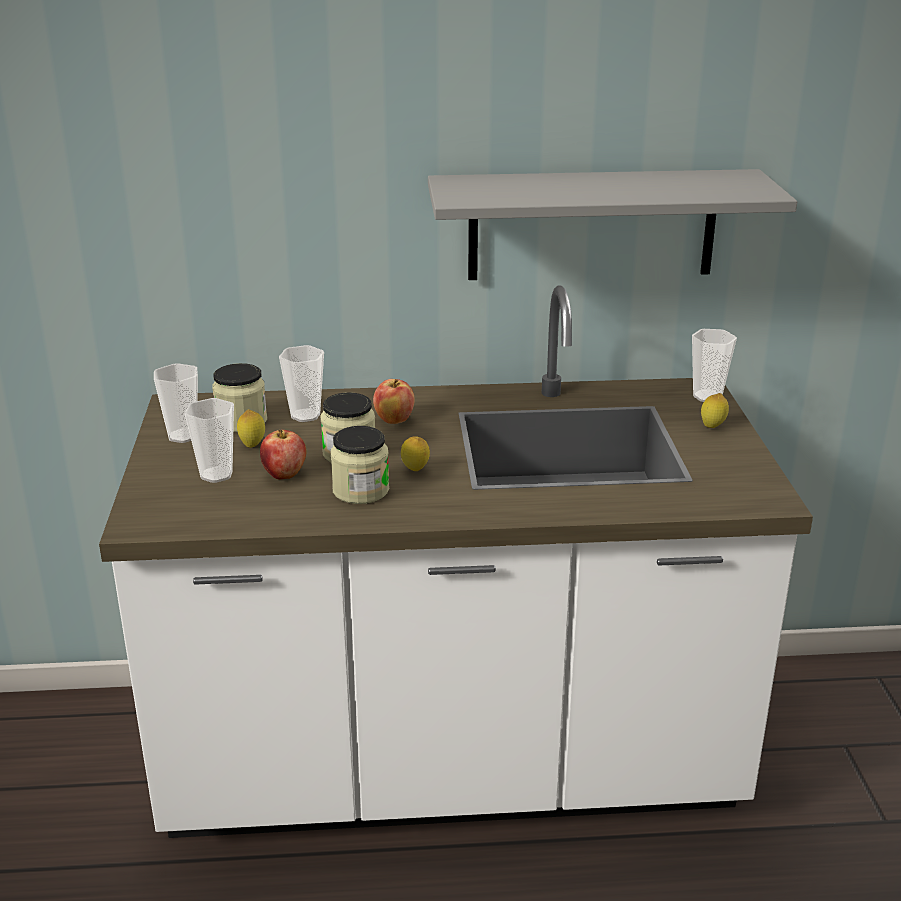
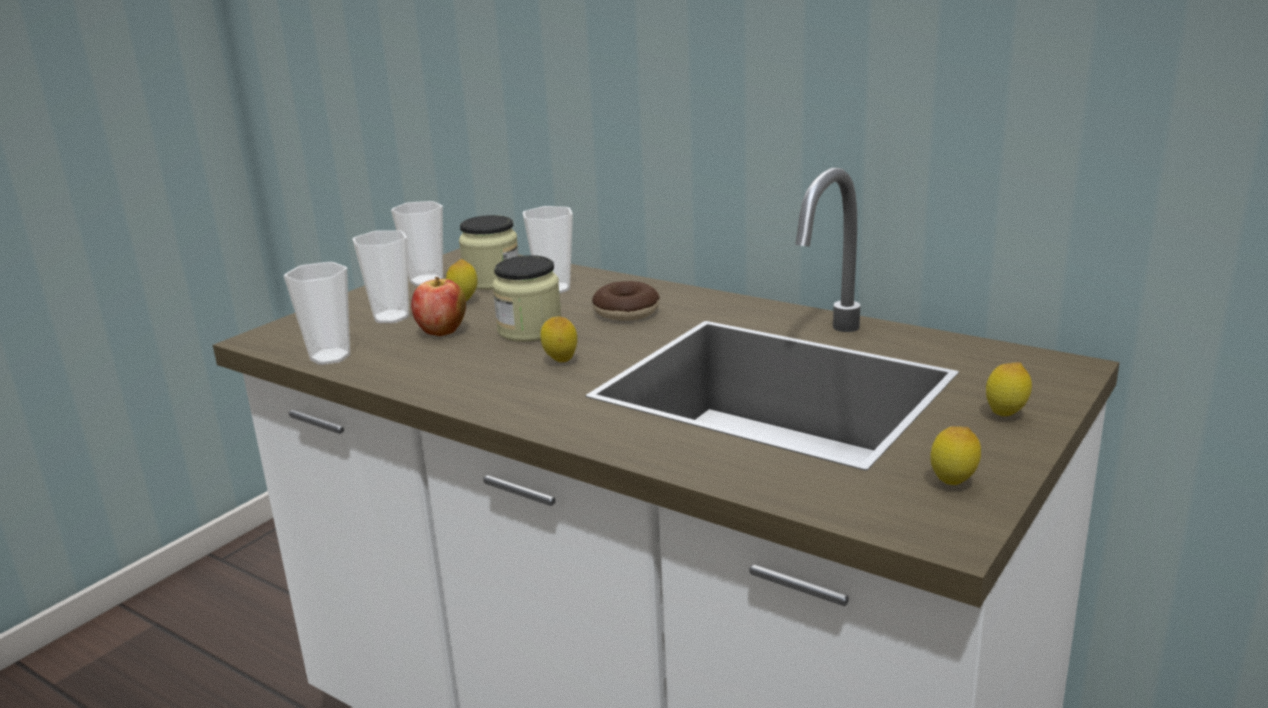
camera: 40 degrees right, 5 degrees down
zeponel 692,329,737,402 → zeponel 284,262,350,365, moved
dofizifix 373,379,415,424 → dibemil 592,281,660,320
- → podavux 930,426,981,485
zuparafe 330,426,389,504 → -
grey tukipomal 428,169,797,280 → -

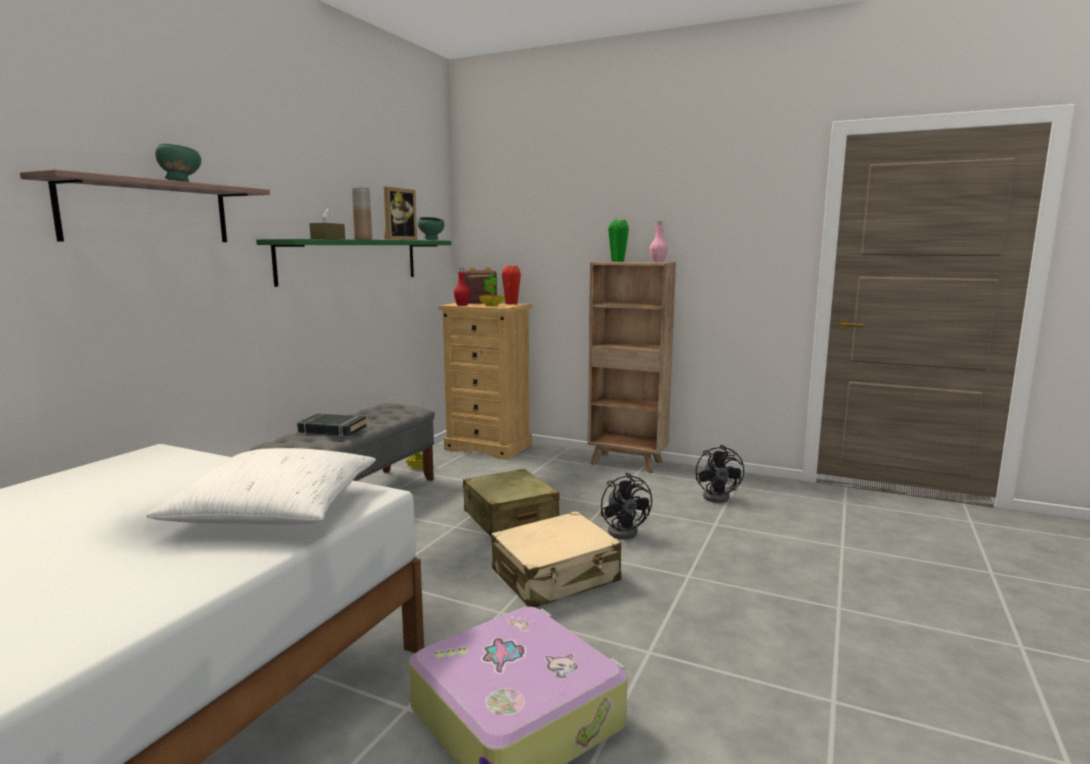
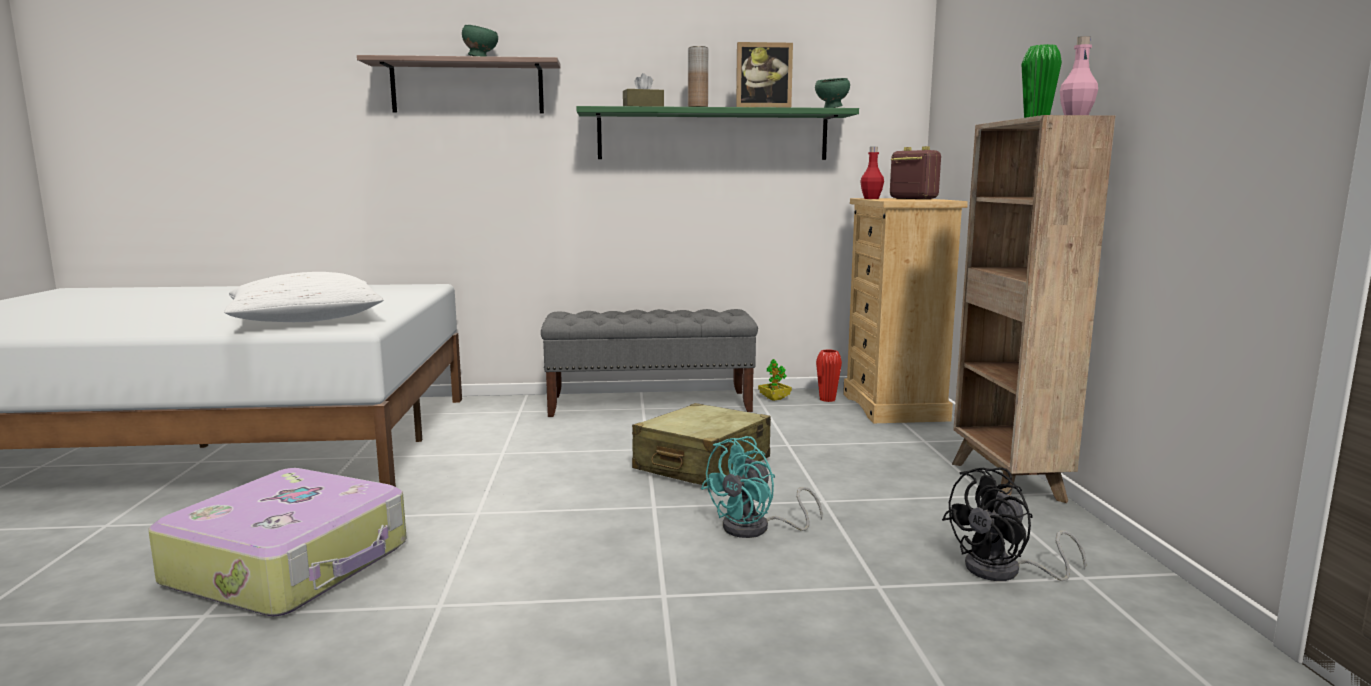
camera: 60 degrees right, 0 degrees up
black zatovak 601,473,652,539 → turquoise zatovak 701,436,823,538
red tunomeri 502,266,521,304 → red tunomeri 816,349,842,402, moved
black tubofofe 297,414,366,436 → -
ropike 479,273,505,306 → -
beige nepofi 491,511,621,607 → -

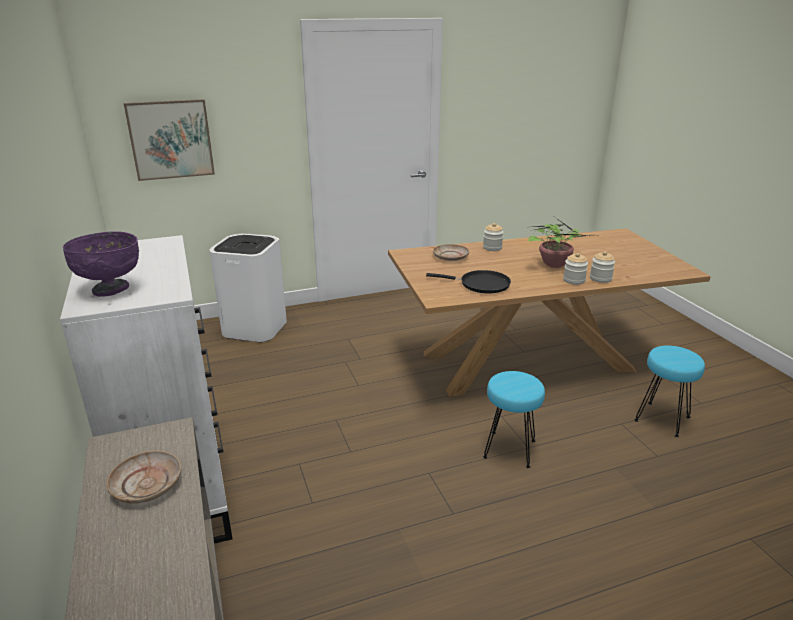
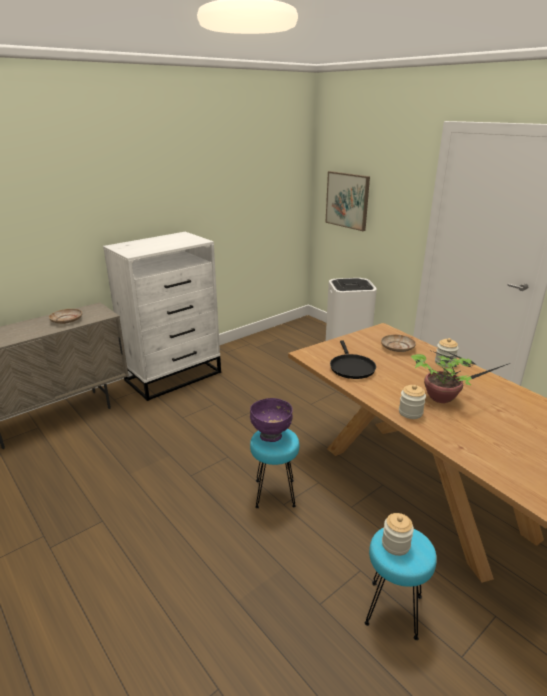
camera: 70 degrees right, 0 degrees up
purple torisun 63,231,139,297 → purple torisun 250,398,293,442, moved
zuparafe 590,251,615,283 → zuparafe 382,513,414,556, moved

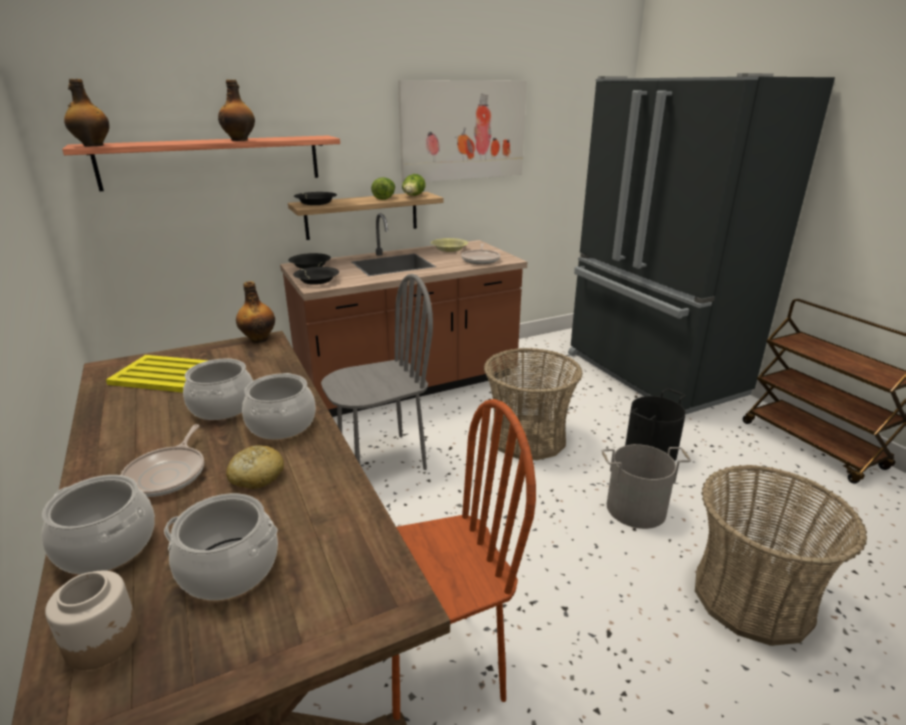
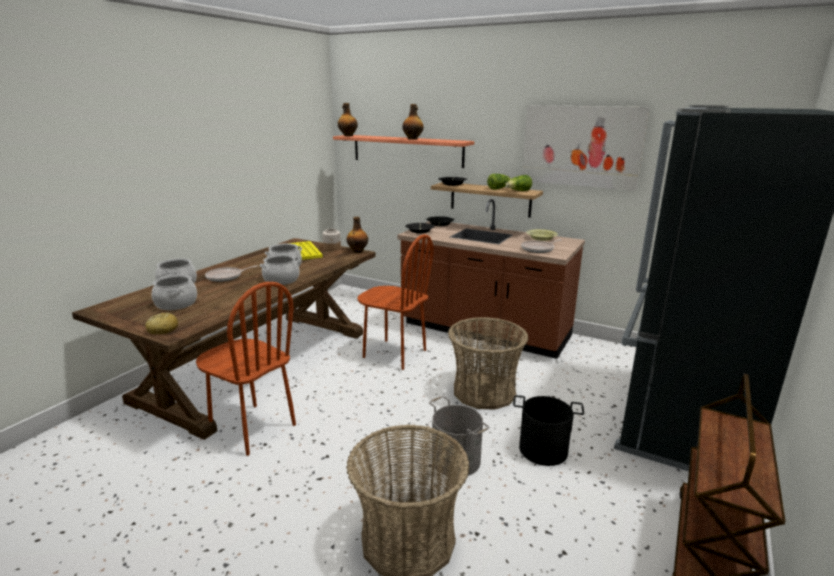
camera: 55 degrees right, 5 degrees down
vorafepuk 226,446,284,489 → vorafepuk 145,313,178,335, moved
zuparafe 45,571,138,670 → zuparafe 323,229,341,251, moved
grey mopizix 321,274,433,470 → brown mopizix 357,234,434,370

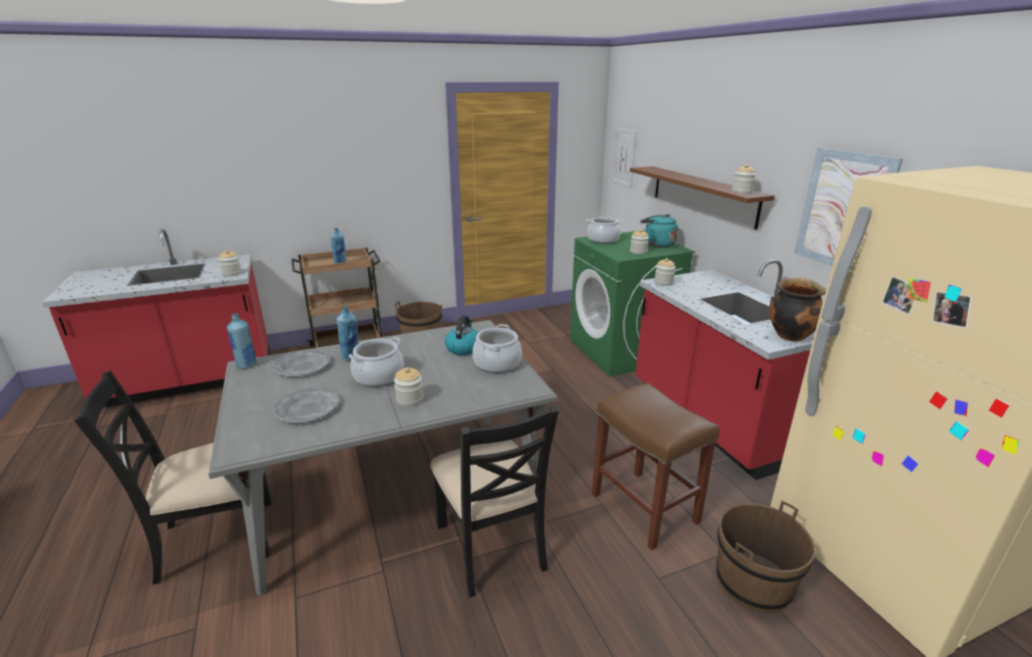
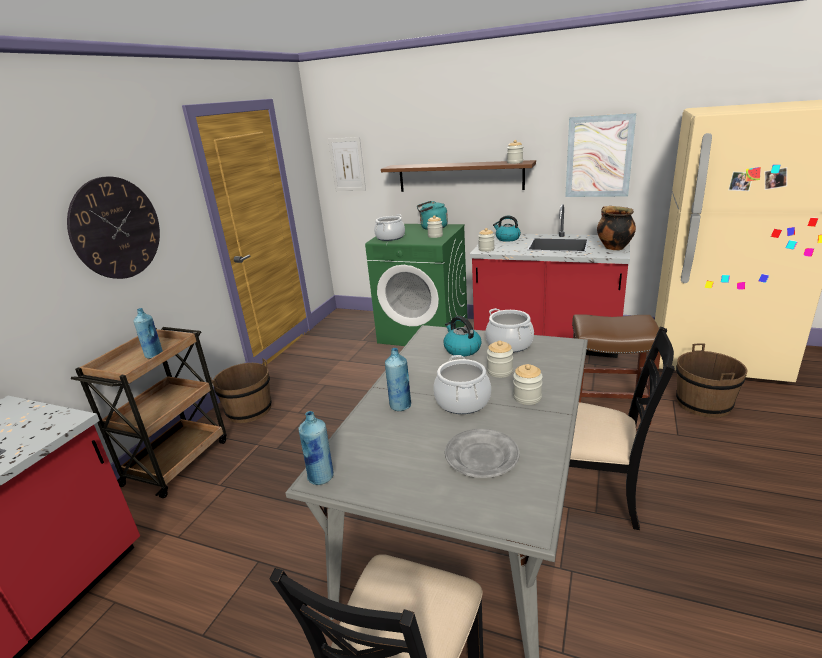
camera: 45 degrees left, 0 degrees up
- → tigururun 67,177,160,279
zuparafe 219,250,242,276 → zuparafe 487,341,513,378, moved
- → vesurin 493,215,521,242
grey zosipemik 273,349,331,376 → -

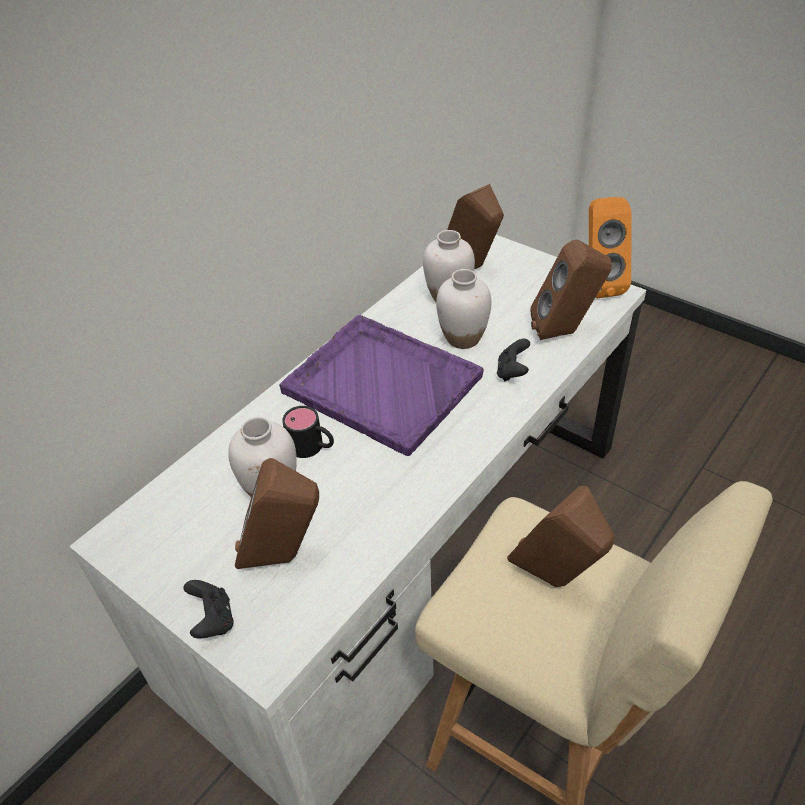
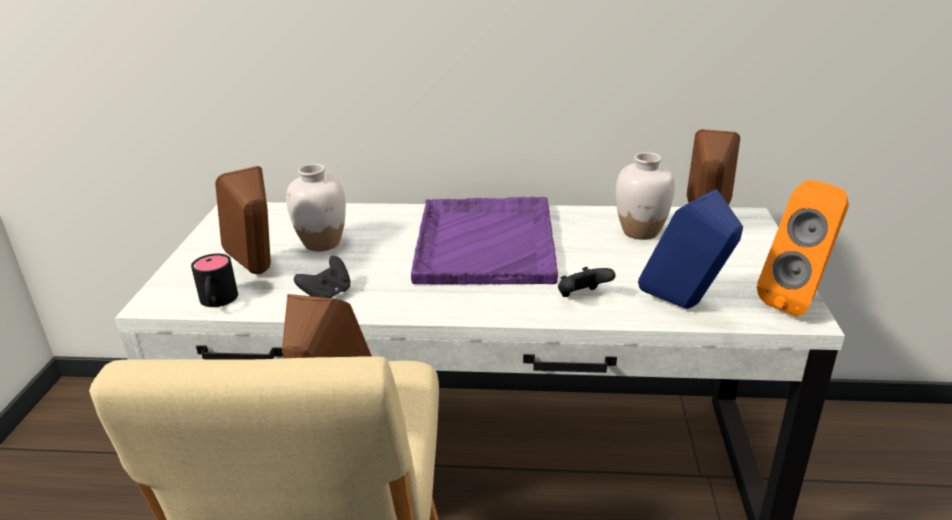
camera: 55 degrees right, 15 degrees down
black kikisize 282,406,334,458 → black kikisize 191,253,238,307, moved
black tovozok 183,580,234,639 → black tovozok 294,256,351,298, moved
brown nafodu 530,239,612,340 → blue nafodu 638,189,743,309
white tunomeri 436,269,491,349 → -

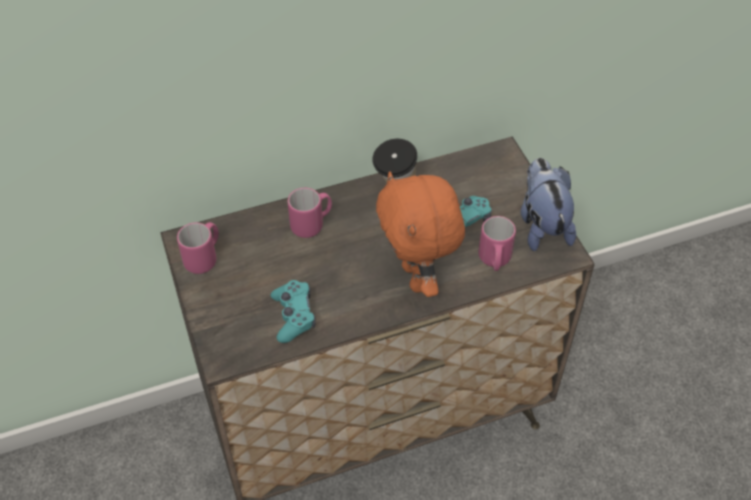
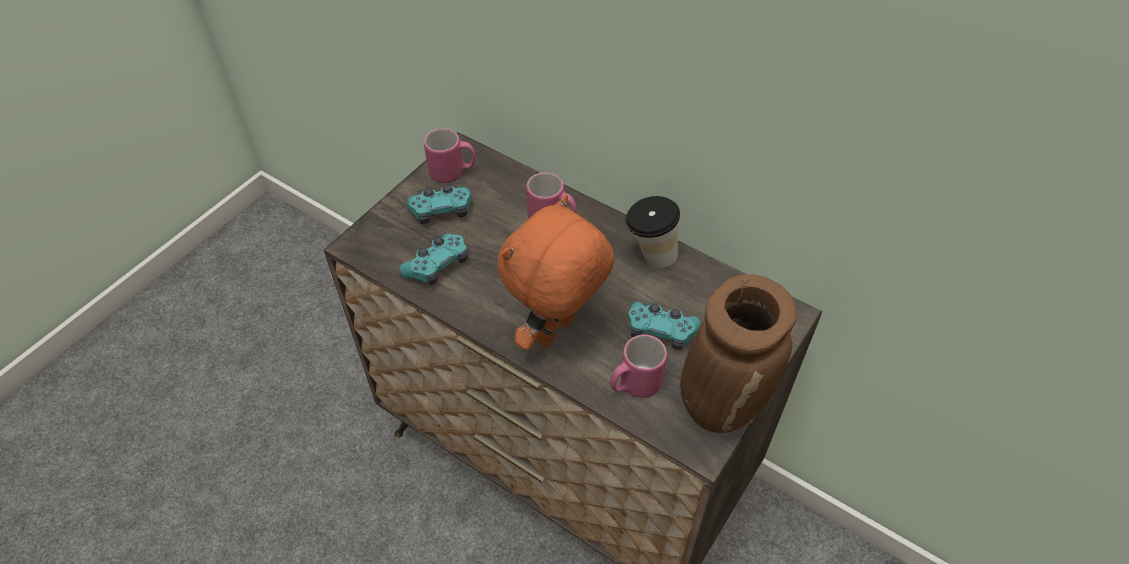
camera: 55 degrees right, 0 degrees up
- → turquoise tovozok 407,185,472,224
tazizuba 521,158,576,251 → brown tunomeri 680,274,797,433

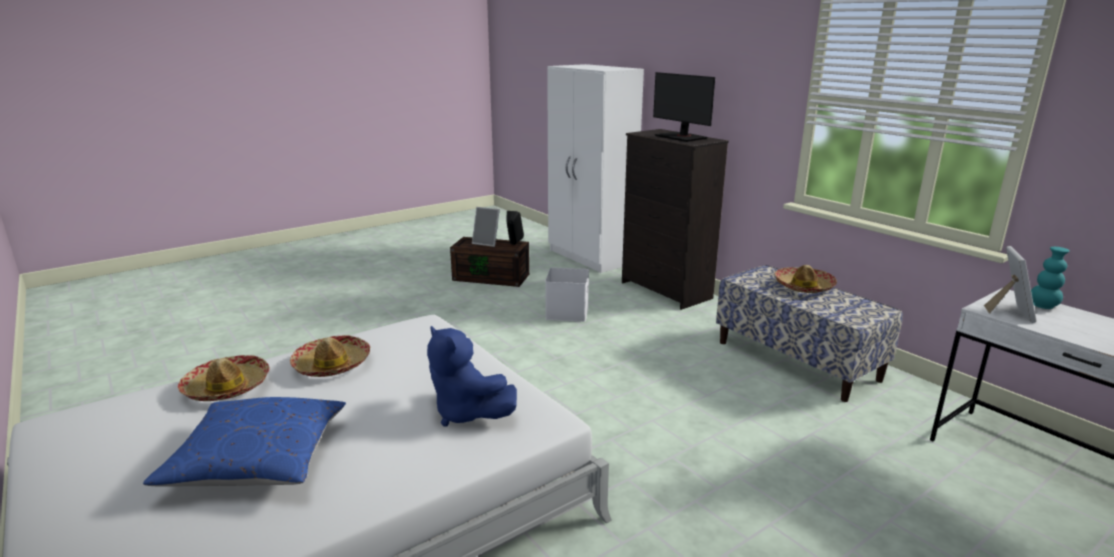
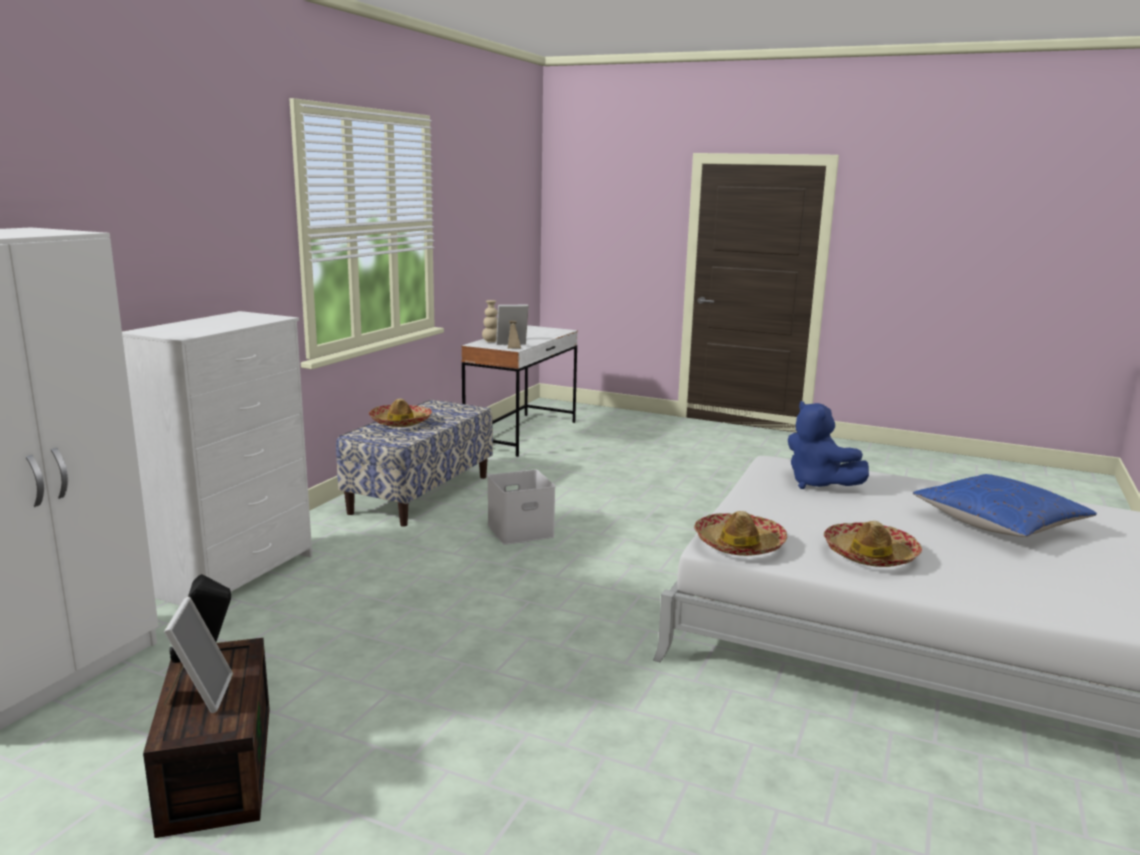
camera: 120 degrees left, 5 degrees down
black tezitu 622,129,729,310 → white tezitu 122,311,312,605
turquoise tunomeri 1031,247,1070,309 → beige tunomeri 482,300,498,342
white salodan 545,267,589,322 → white salodan 488,469,555,545, moved
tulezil 178,355,270,401 → tulezil 694,511,787,556, moved
blue tazizuba 427,326,517,426 → blue tazizuba 788,401,869,489, 135 degrees clockwise
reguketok 653,72,715,142 → -

